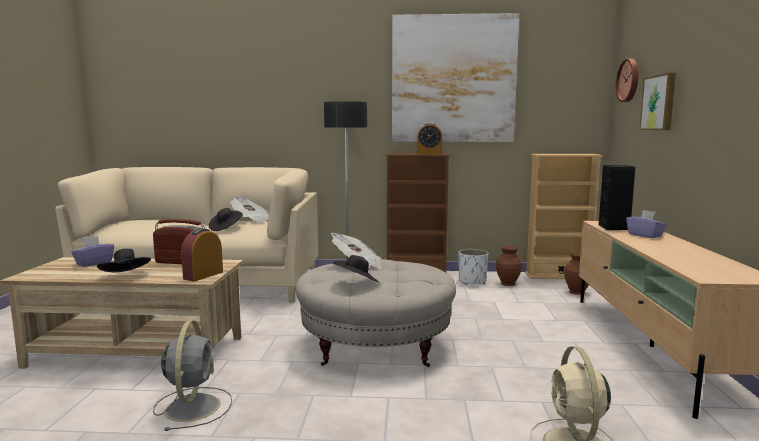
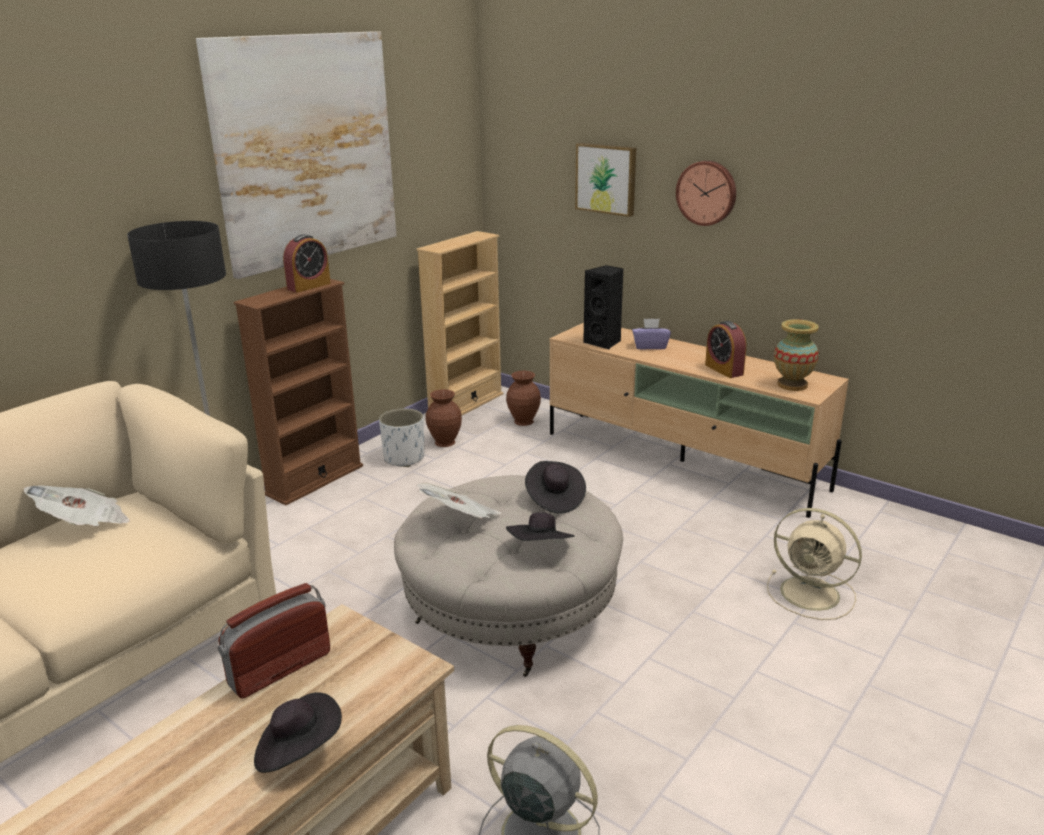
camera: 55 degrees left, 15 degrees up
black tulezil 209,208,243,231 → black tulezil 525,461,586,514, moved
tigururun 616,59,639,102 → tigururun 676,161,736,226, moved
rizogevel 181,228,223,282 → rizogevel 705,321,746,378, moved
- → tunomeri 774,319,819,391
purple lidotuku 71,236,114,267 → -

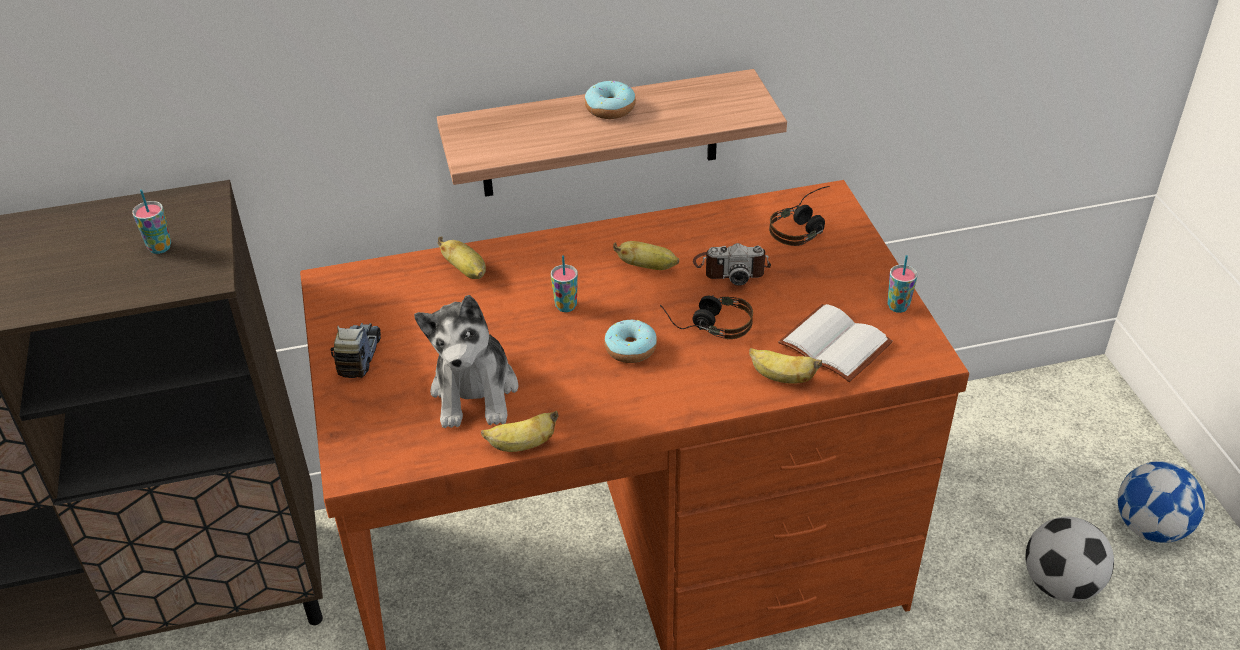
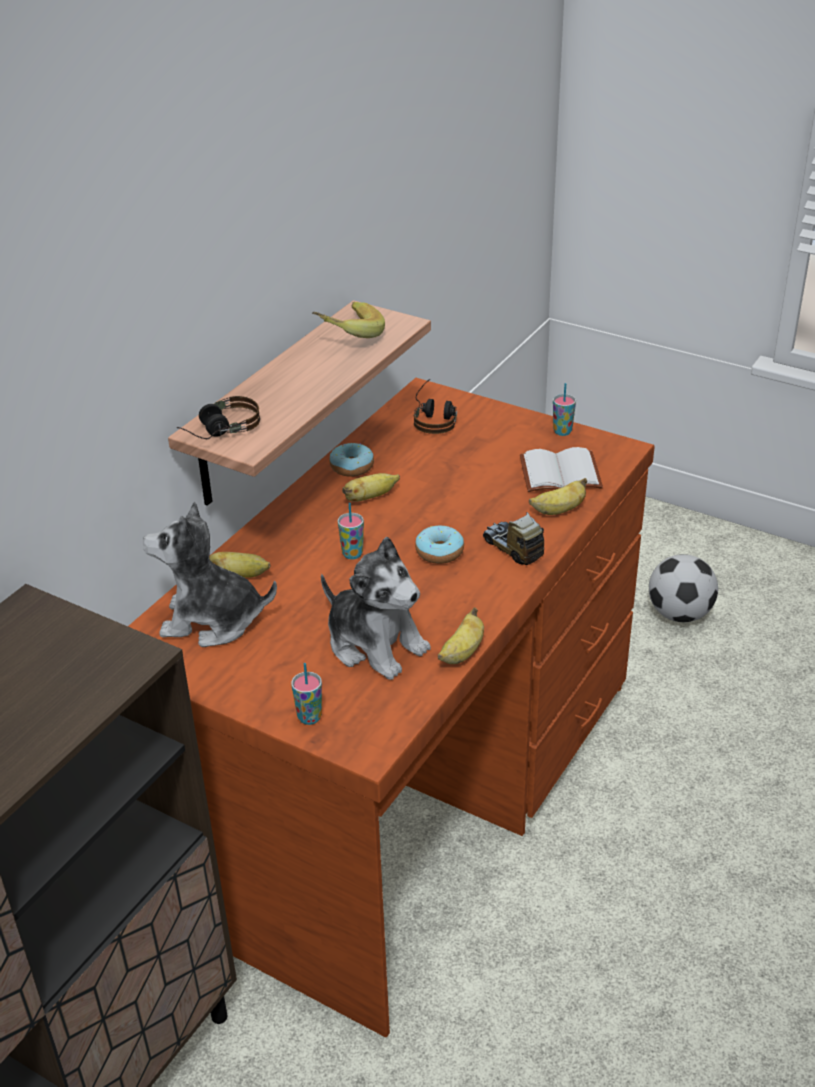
camera: 45 degrees left, 5 degrees down
- → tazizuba 143,502,277,647
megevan 660,296,753,339 → megevan 177,396,260,439, moved
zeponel 132,189,171,254 → zeponel 291,663,322,725, moved
- → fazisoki 312,302,385,338
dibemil 585,81,636,119 → dibemil 329,443,374,477, moved
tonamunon 330,323,381,378 → tonamunon 483,512,544,565, moved
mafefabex 693,243,771,286 → -
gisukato 1118,461,1205,543 → -

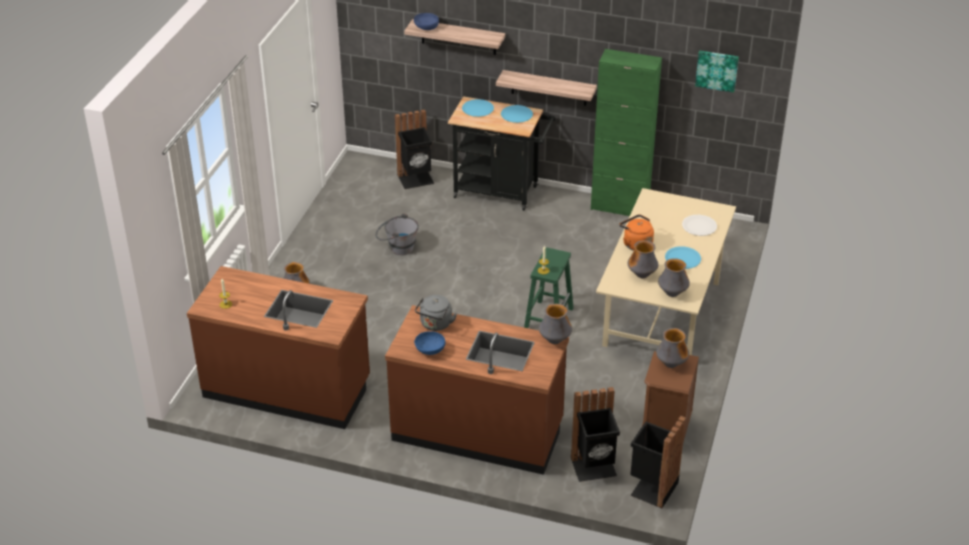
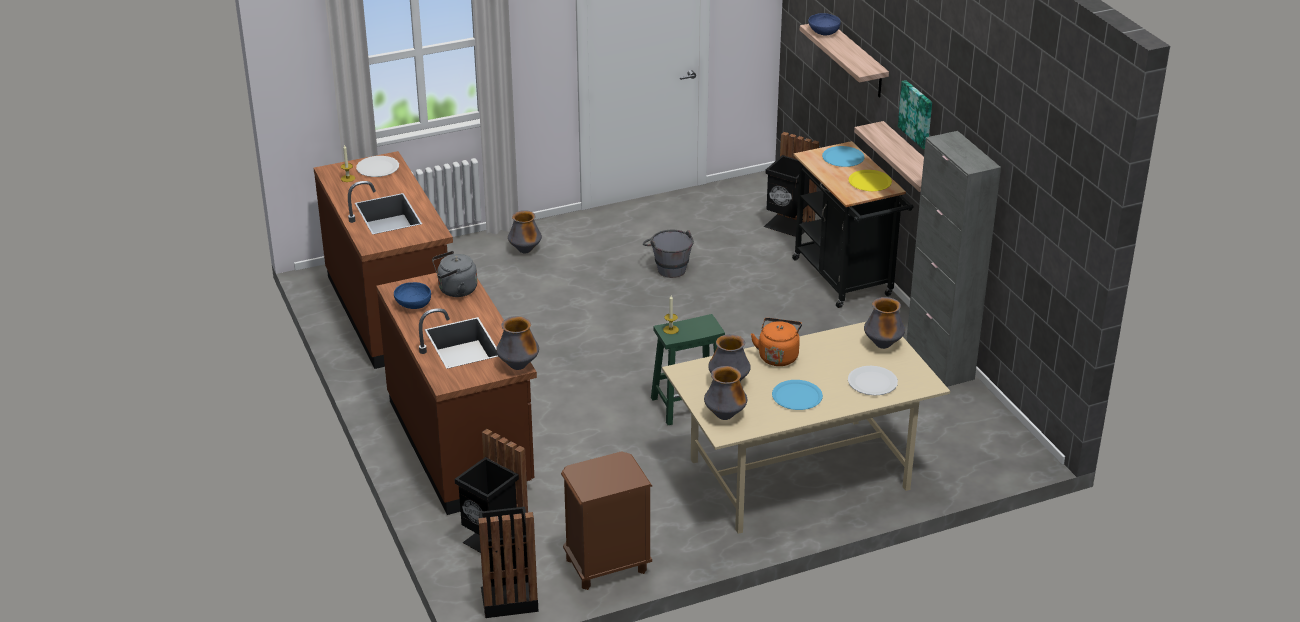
camera: 50 degrees right, 5 degrees down
- → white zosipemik 356,156,399,177
blue zosipemik 501,105,533,123 → yellow zosipemik 849,170,892,191
tunomeri 656,328,689,368 → tunomeri 864,297,905,349, moved
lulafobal 695,51,739,92 → lulafobal 898,80,932,150, moved
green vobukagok 591,49,662,216 → grey vobukagok 906,131,1001,387

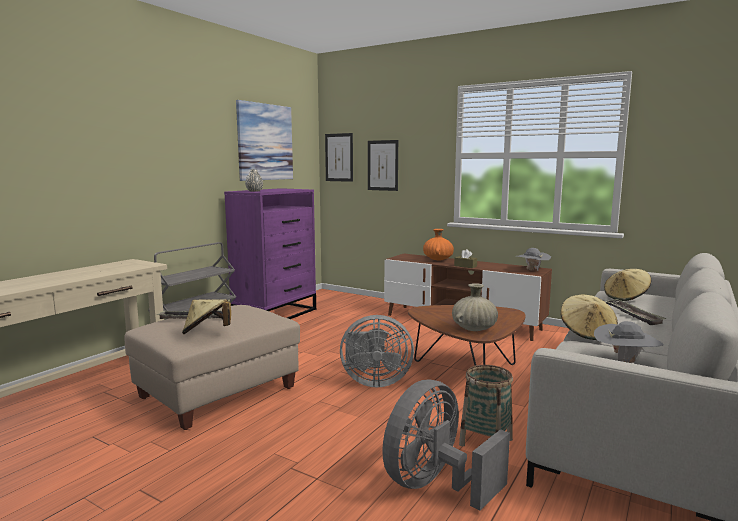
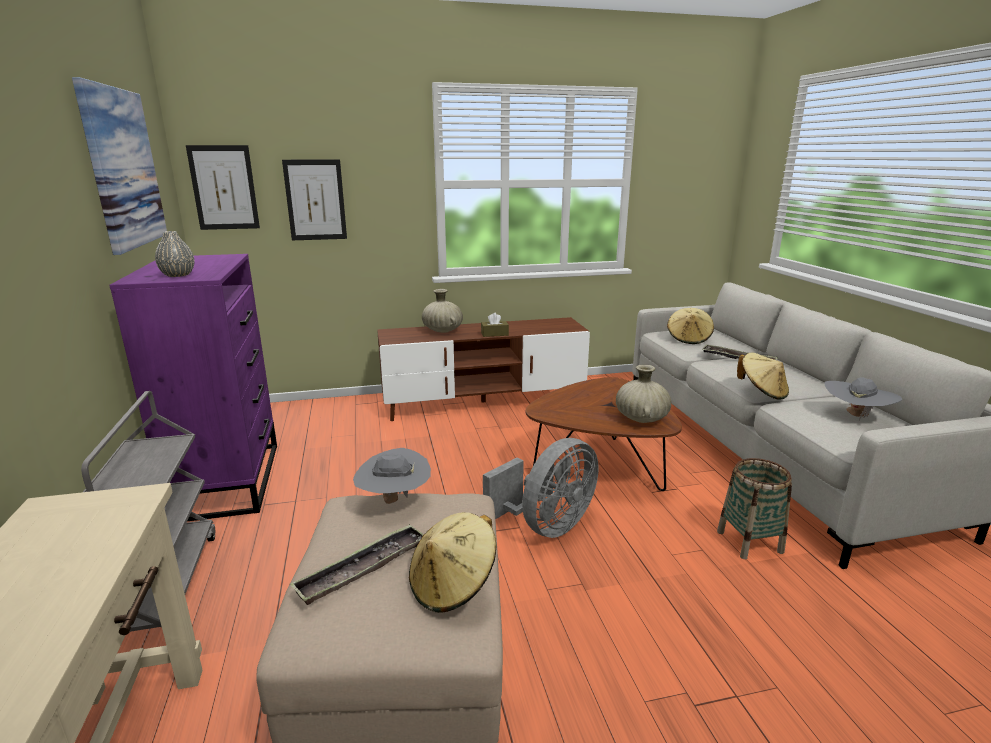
camera: 45 degrees left, 10 degrees up
grey tulezil 517,248,551,271 → grey tulezil 353,448,431,504, moved
orange tunomeri 423,229,454,260 → beige tunomeri 422,289,463,332
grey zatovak 382,380,510,511 → -

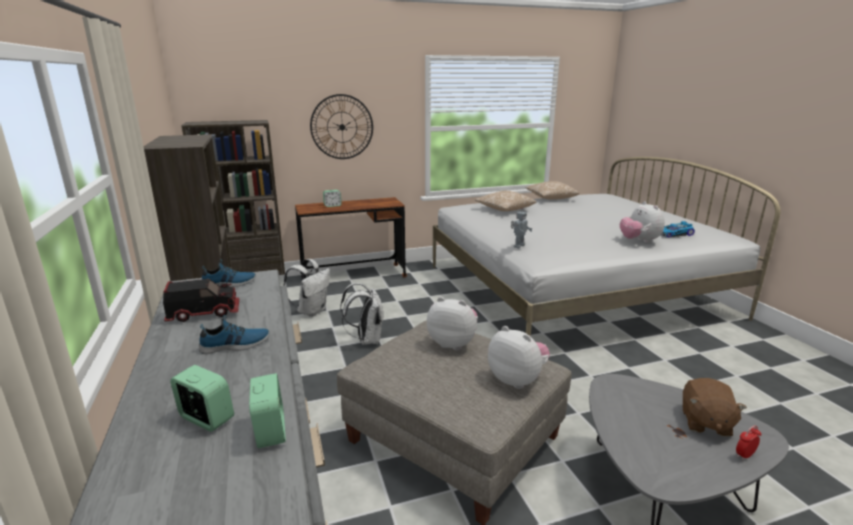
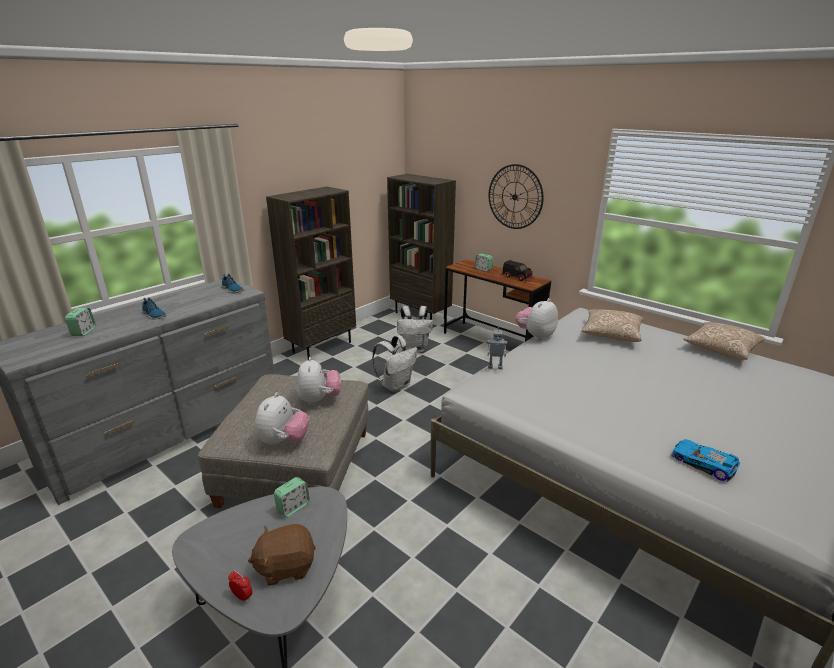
camera: 60 degrees right, 5 degrees up
rizogevel 249,373,286,448 → rizogevel 274,477,310,517, moved
tonamunon 163,279,239,322 → tonamunon 501,260,534,281, moved
tazizuba 620,201,665,243 → tazizuba 515,298,558,340, moved

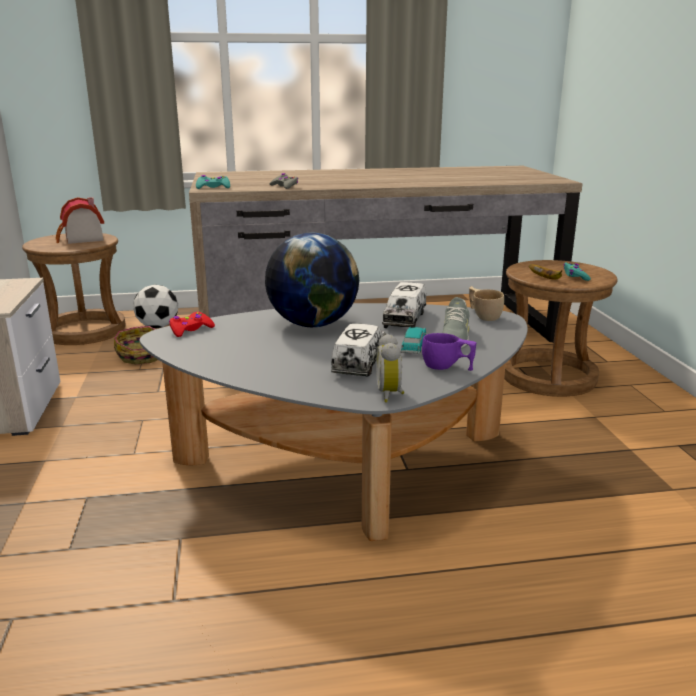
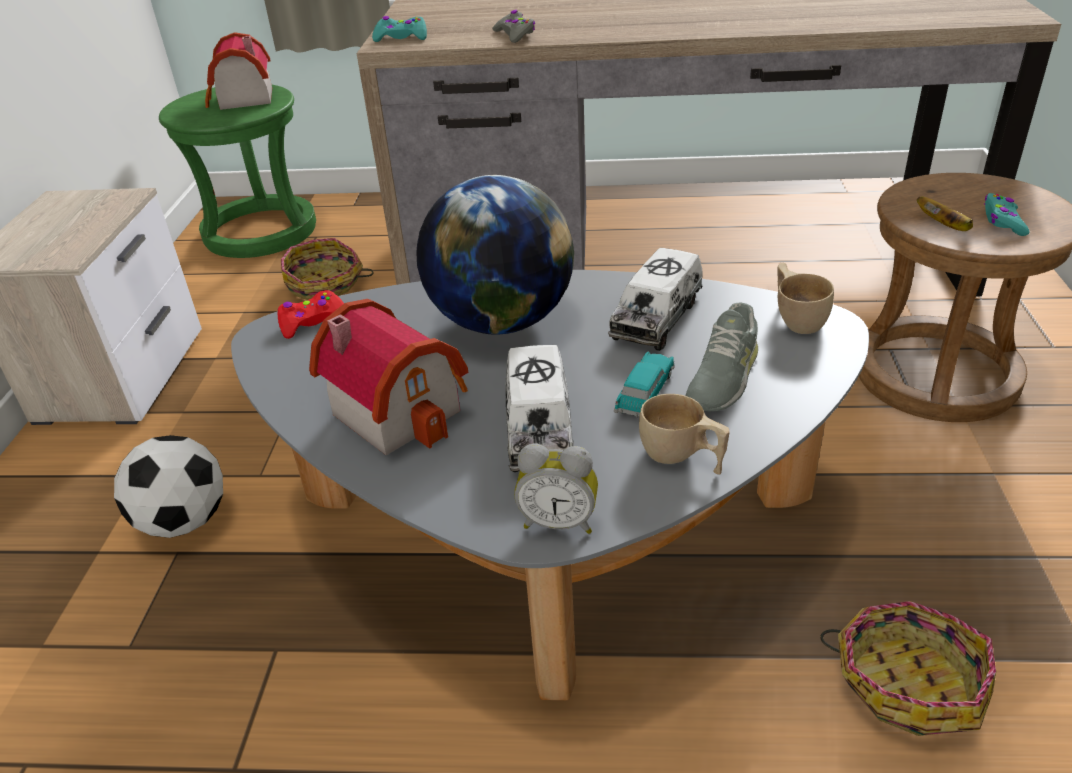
camera: 15 degrees right, 15 degrees up
gisukato 133,285,178,328 → gisukato 114,435,223,538, moved
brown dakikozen 22,233,126,345 → green dakikozen 159,85,316,258
- → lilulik 309,299,468,455
tonamunon 331,324,386,376 → tonamunon 506,345,574,472, 150 degrees clockwise
rizogevel 376,334,404,403 → rizogevel 515,444,598,534, 90 degrees counterclockwise
purple zeponel 422,333,476,371 → beige zeponel 639,394,730,474
- → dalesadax 820,601,996,736

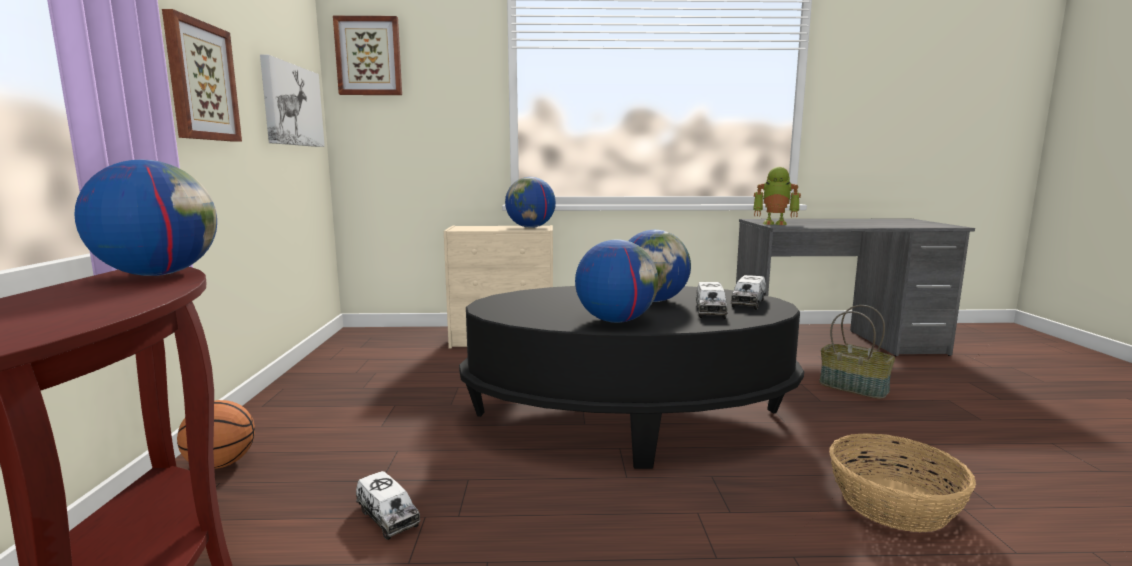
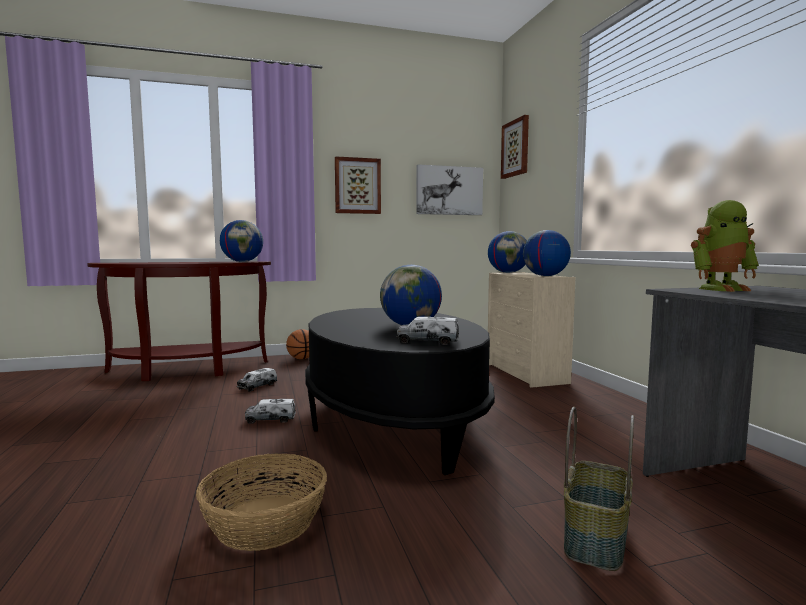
camera: 75 degrees right, 5 degrees down
tonamunon 696,282,727,319 → tonamunon 245,399,296,424, moved
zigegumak 575,239,658,323 → zigegumak 488,231,527,273, moved
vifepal 753,167,801,225 → vifepal 691,200,759,292, 105 degrees counterclockwise

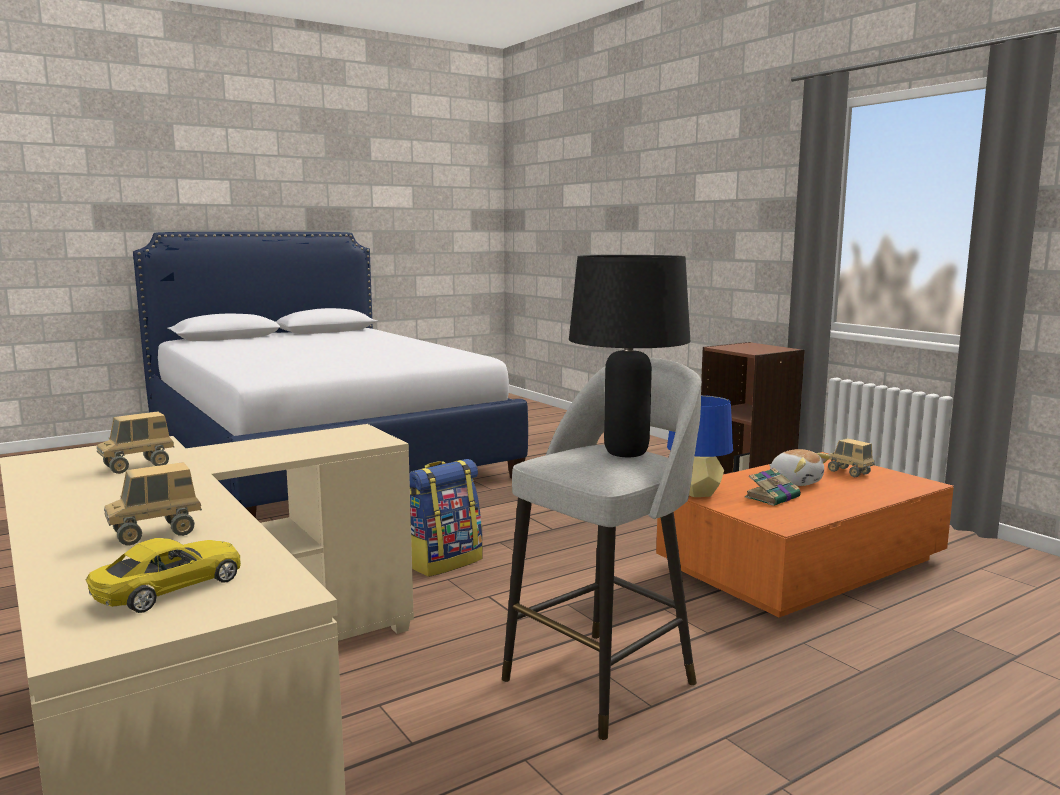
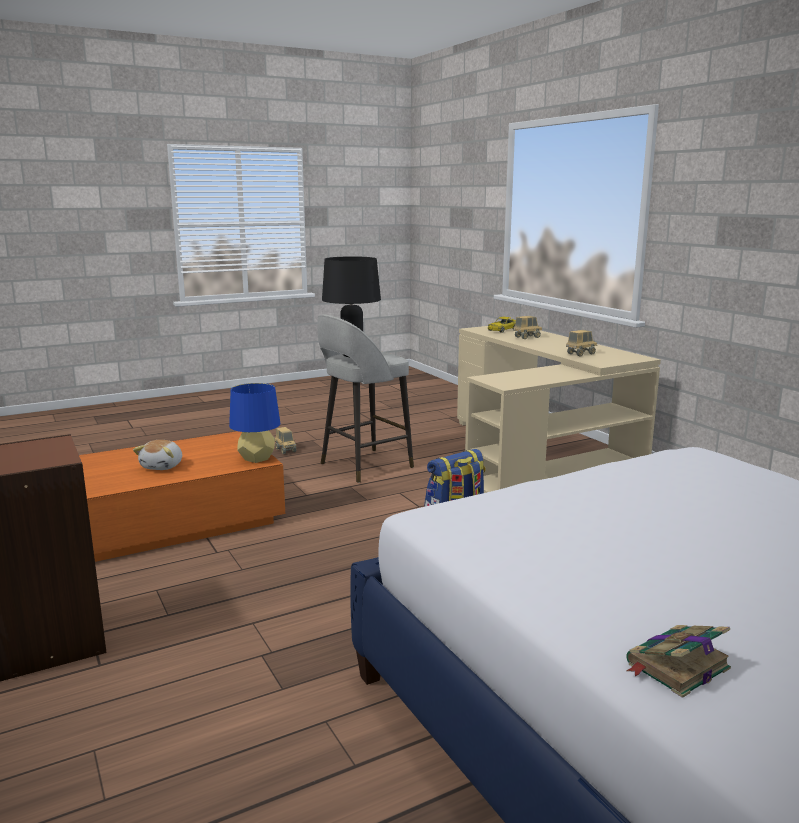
camera: 175 degrees left, 5 degrees up
tazizuba 769,449,831,486 → tazizuba 133,440,182,470, 135 degrees counterclockwise
tonamunon 828,438,875,477 → tonamunon 275,427,296,454, moved
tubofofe 745,468,801,506 → tubofofe 626,625,731,698, moved

